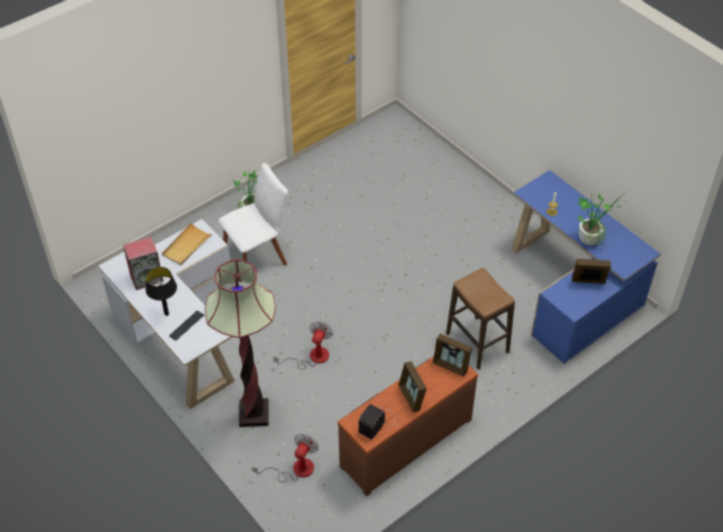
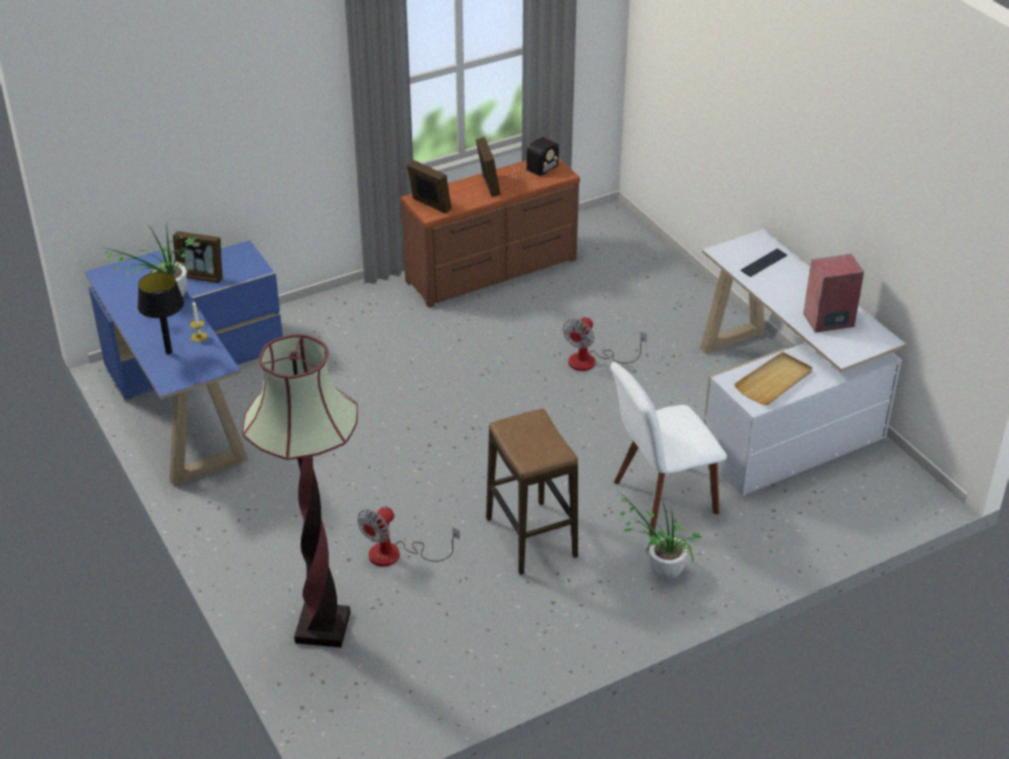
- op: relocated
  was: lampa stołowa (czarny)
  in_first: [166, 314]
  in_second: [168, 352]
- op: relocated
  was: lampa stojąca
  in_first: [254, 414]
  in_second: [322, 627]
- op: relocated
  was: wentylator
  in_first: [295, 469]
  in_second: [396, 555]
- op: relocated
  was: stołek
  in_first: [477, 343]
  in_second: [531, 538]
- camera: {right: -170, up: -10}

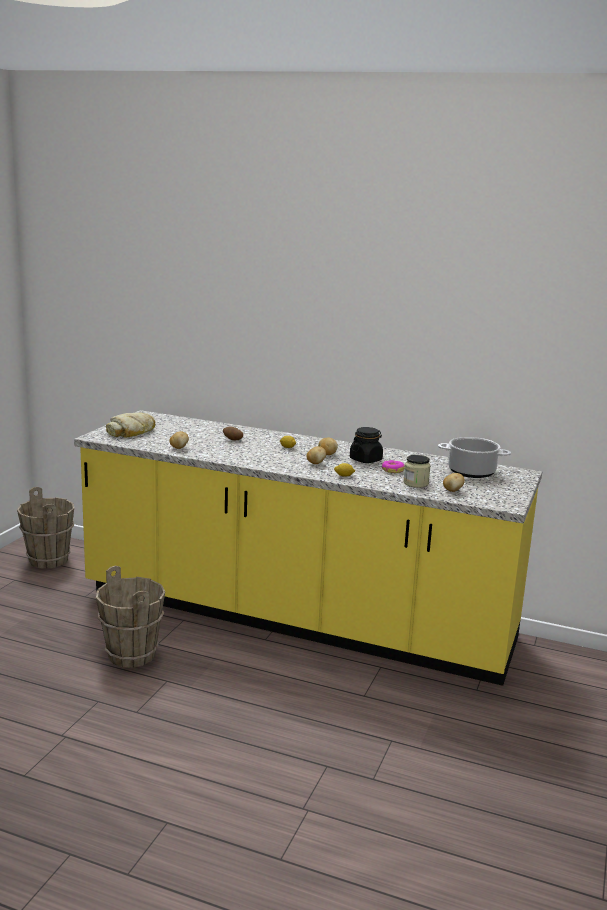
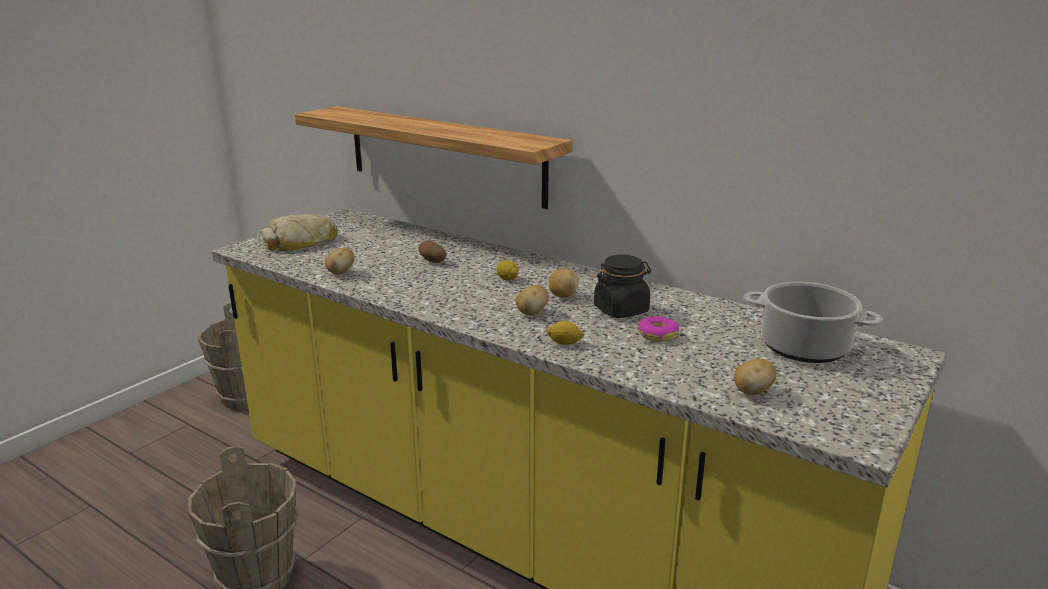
- op: missing
  was: słoik
  in_first: [416, 483]
- op: appeared
  now: półka
  in_second: [444, 155]
- camera: {right: 15, up: 5}

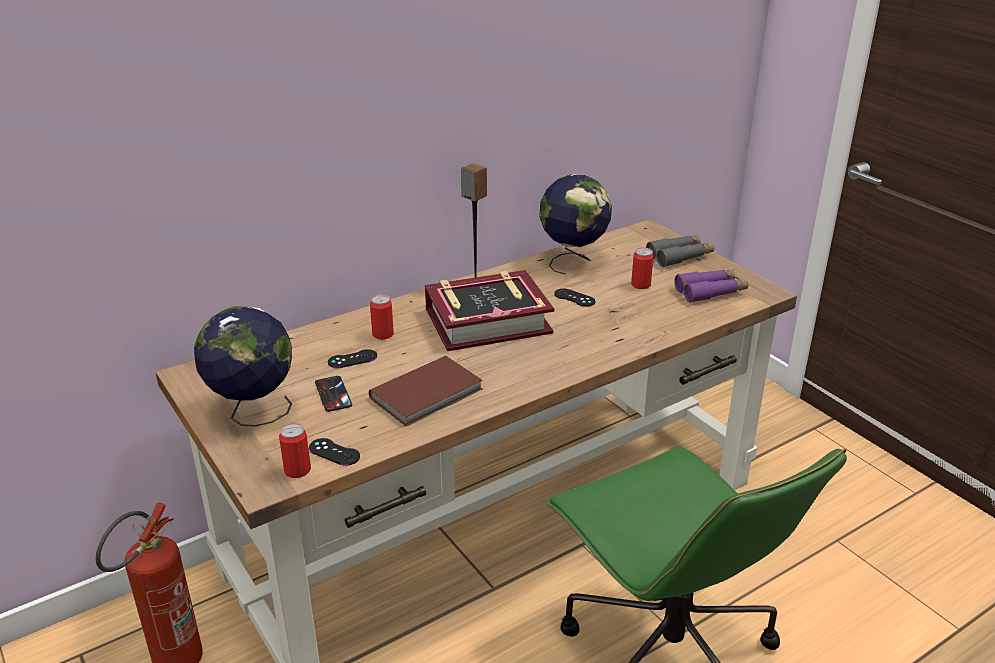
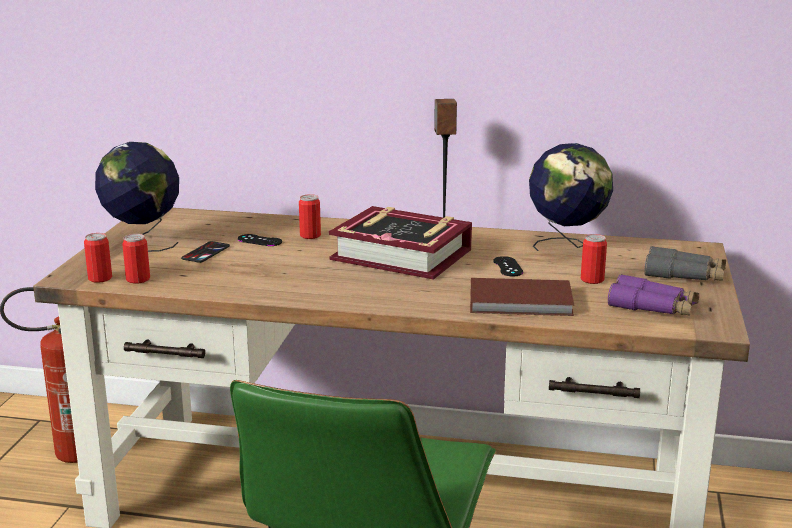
- op: exchanged
  was: pad do gier (czarny)
  now: puszka
  in_first: [334, 452]
  in_second: [138, 279]
- op: relocated
  was: książka (brązowy)
  in_first: [429, 394]
  in_second: [522, 302]
- camera: {right: 45, up: -10}

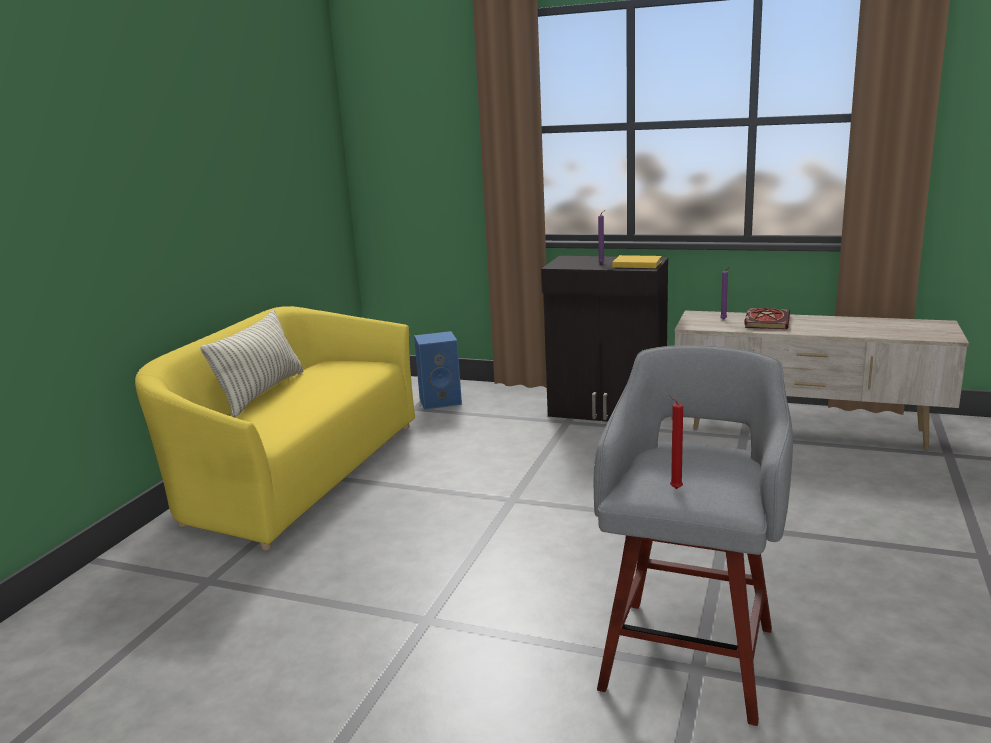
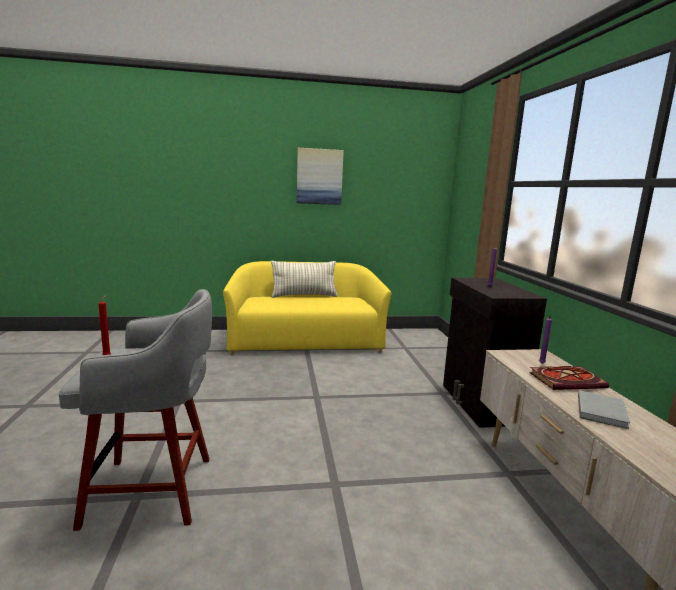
- op: missing
  was: głośnik (niebieski)
  in_first: [441, 401]
- op: missing
  was: książka (żółty)
  in_first: [636, 264]
- op: appeared
  now: obraz
  in_second: [319, 176]
- op: appeared
  now: książka (szary)
  in_second: [602, 411]
- camera: {right: 60, up: -5}

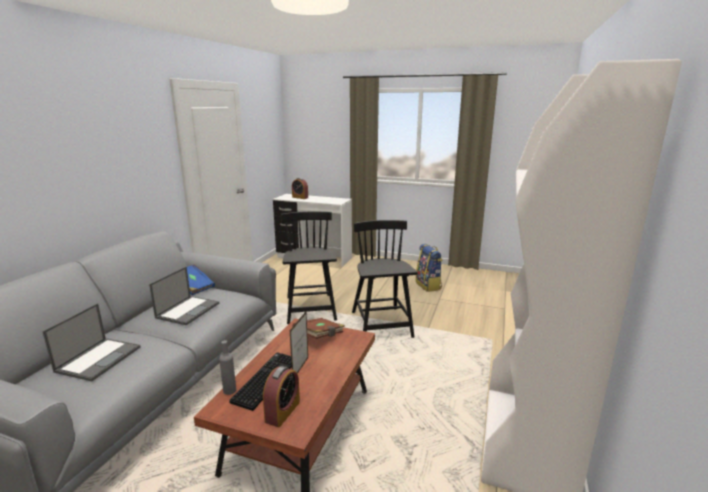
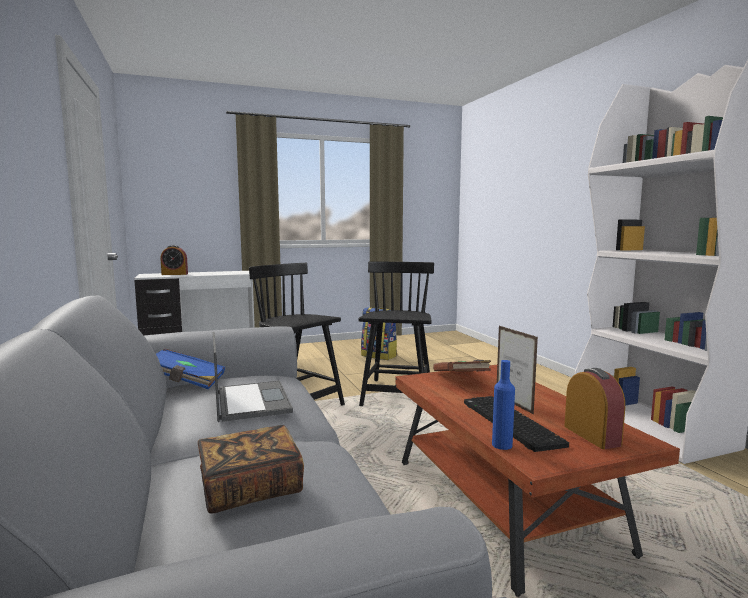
- op: exchanged
  was: laptop
  now: książka
  in_first: [99, 358]
  in_second: [250, 488]
- op: colour
  was: butelka (szary)
  now: butelka (niebieski)
  in_first: [229, 390]
  in_second: [502, 445]
- op: spun
  was: krzesło (czarny)
  in_first: [381, 325]
  in_second: [398, 395]
  clockwise: 60
- camera: {right: -40, up: -10}

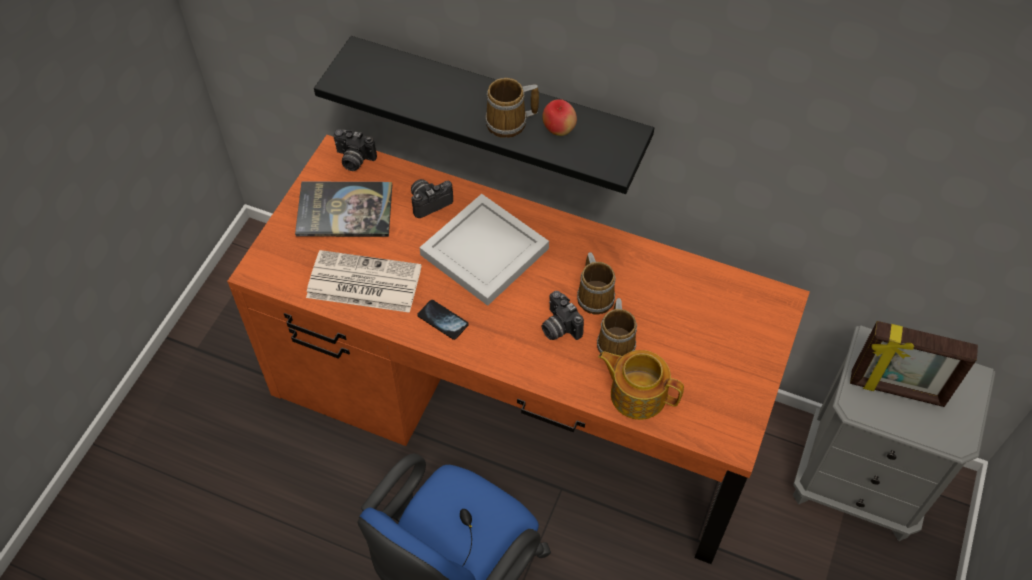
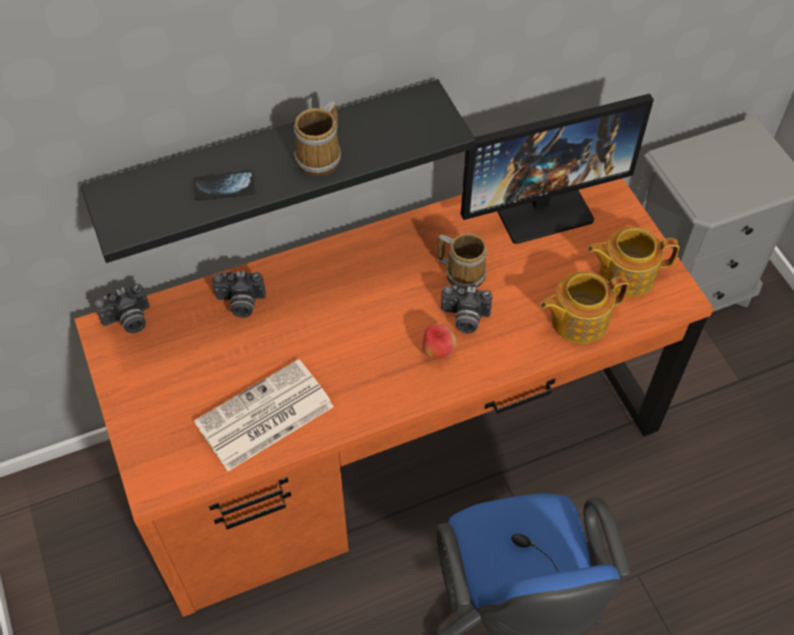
- op: missing
  was: książka
  in_first: [344, 210]
- op: spun
  was: aparat fotograficzny
  in_first: [429, 201]
  in_second: [240, 304]
  clockwise: -105
- op: relocated
  was: telefon
  in_first: [443, 320]
  in_second: [224, 187]
- op: missing
  was: taca (biały)
  in_first: [486, 251]
- op: relocated
  was: jabłko
  in_first: [559, 130]
  in_second: [437, 352]
- op: missing
  was: kubek
  in_first: [617, 343]
- op: missing
  was: ramka na zdjęcie
  in_first: [896, 390]
- op: appeared
  now: monitor
  in_second: [540, 205]
- op: appeared
  now: imbryk
  in_second: [625, 274]
- camera: {right: -45, up: 0}

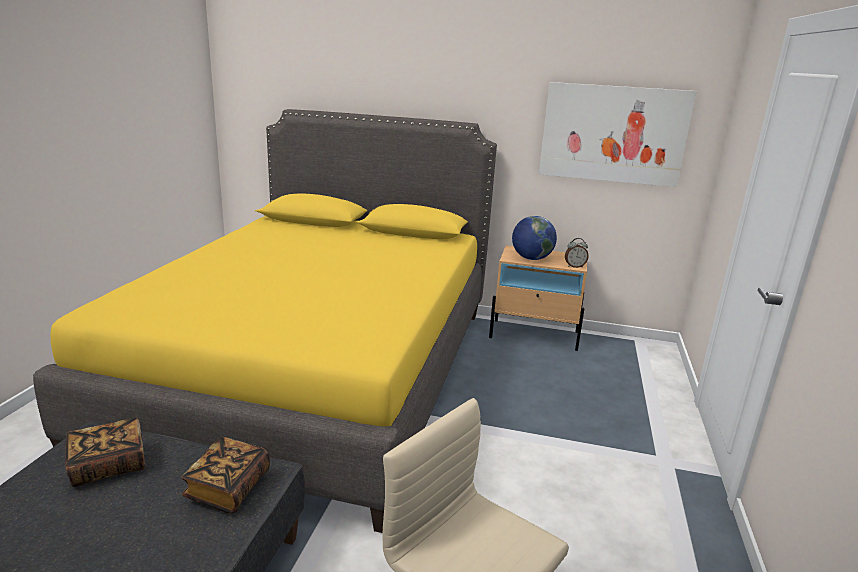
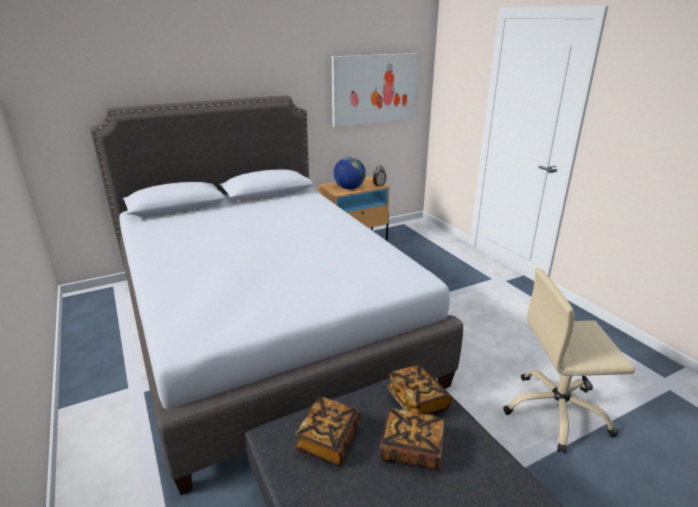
- op: colour
  was: łóżko (żółty)
  now: łóżko (szary)
  in_first: [317, 371]
  in_second: [264, 325]
- op: appeared
  now: książka
  in_second: [411, 449]
- camera: {right: -40, up: 5}

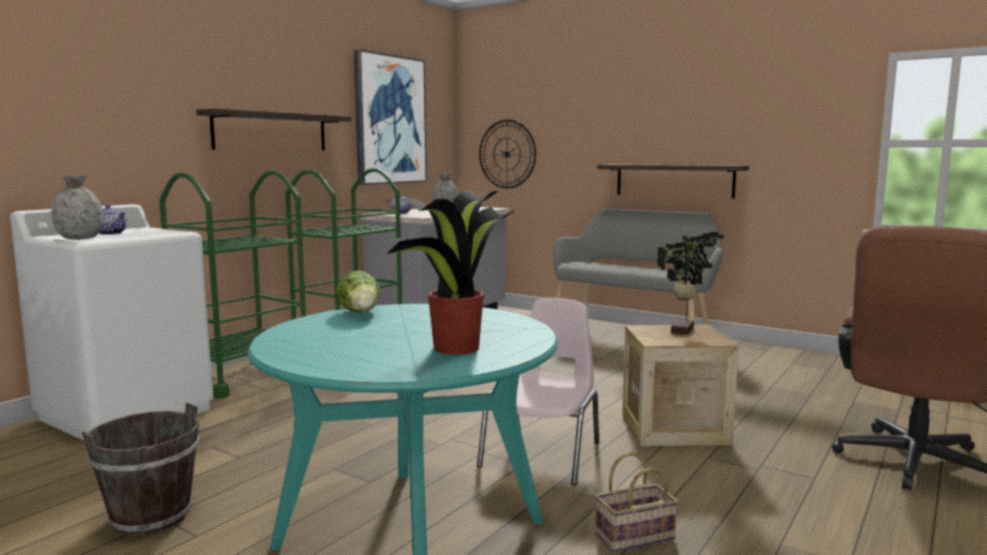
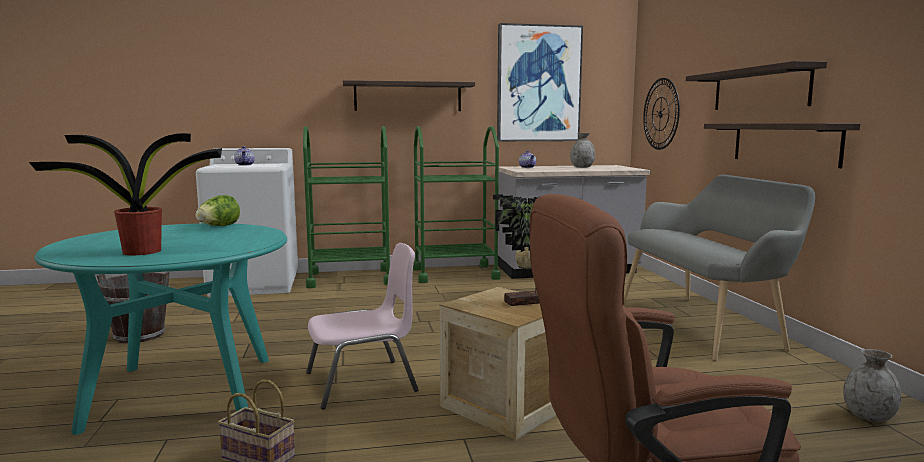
- op: relocated
  was: wazon (szary)
  in_first: [80, 239]
  in_second: [869, 416]
- op: appeared
  now: półka
  in_second: [759, 89]
- camera: {right: 45, up: 0}

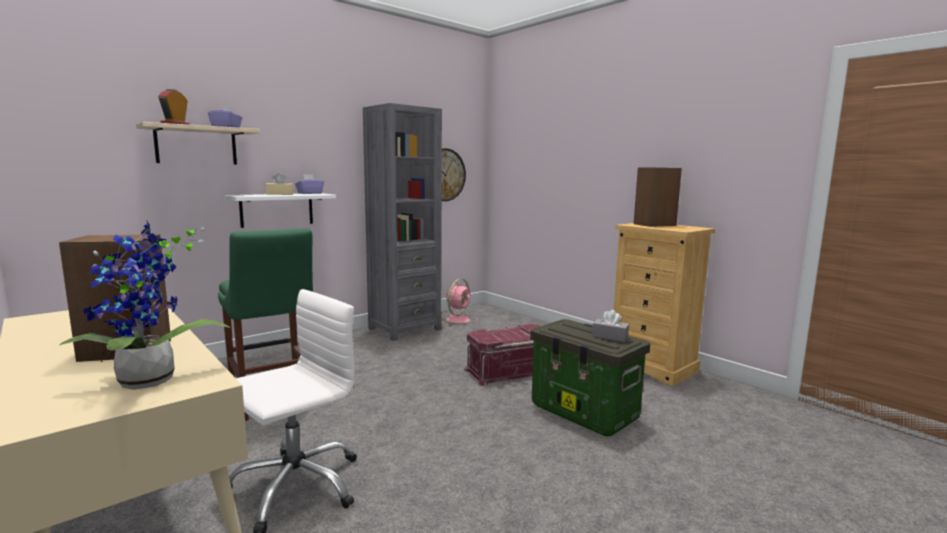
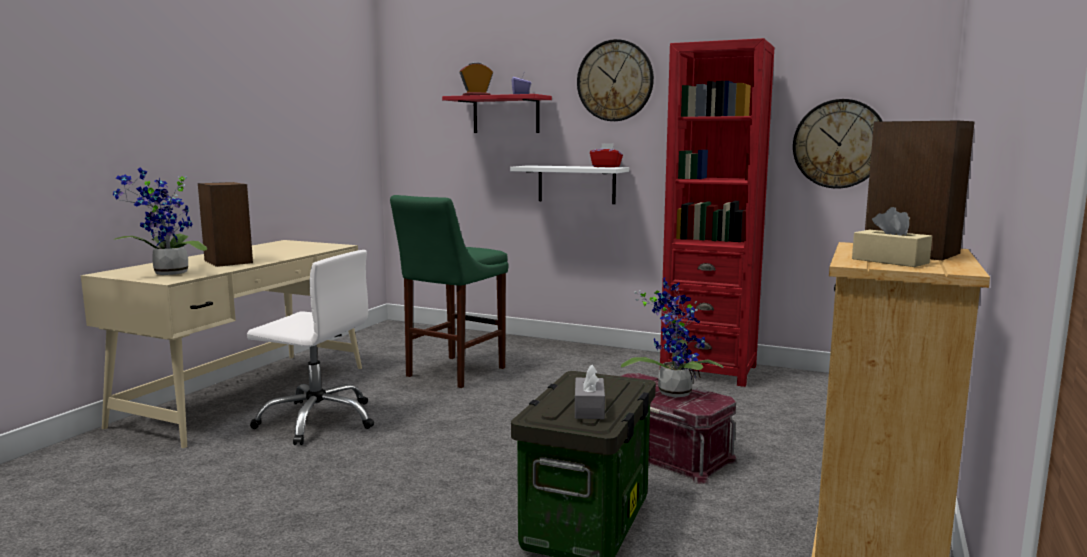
- op: colour
  was: półka (beżowy)
  now: półka (czerwony)
  in_first: [196, 145]
  in_second: [506, 115]
- op: relocated
  was: pudełko chusteczek (beżowy)
  in_first: [280, 194]
  in_second: [890, 261]
- op: colour
  was: pudełko chusteczek (fioletowy)
  now: pudełko chusteczek (czerwony)
  in_first: [309, 193]
  in_second: [606, 166]
- op: colour
  was: regał (szary)
  now: regał (czerwony)
  in_first: [404, 329]
  in_second: [708, 370]
- op: missing
  was: wentylator (różowy)
  in_first: [459, 319]
- op: appeared
  now: zegar ścienny
  in_second: [615, 81]
- op: appeared
  now: roślina doniczkowa
  in_second: [673, 391]
- camera: {right: 65, up: 0}

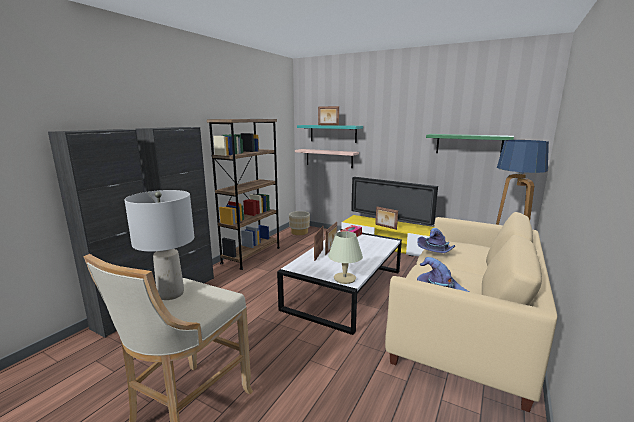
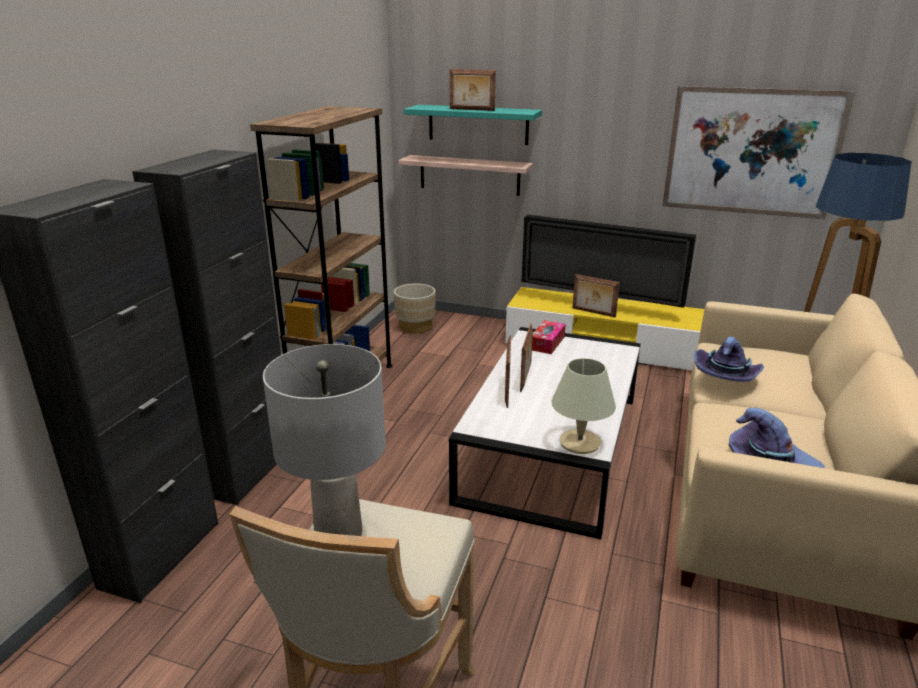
- op: exchanged
  was: półka (zielony)
  now: obraz
  in_first: [468, 144]
  in_second: [751, 152]
- camera: {right: -10, up: 10}

